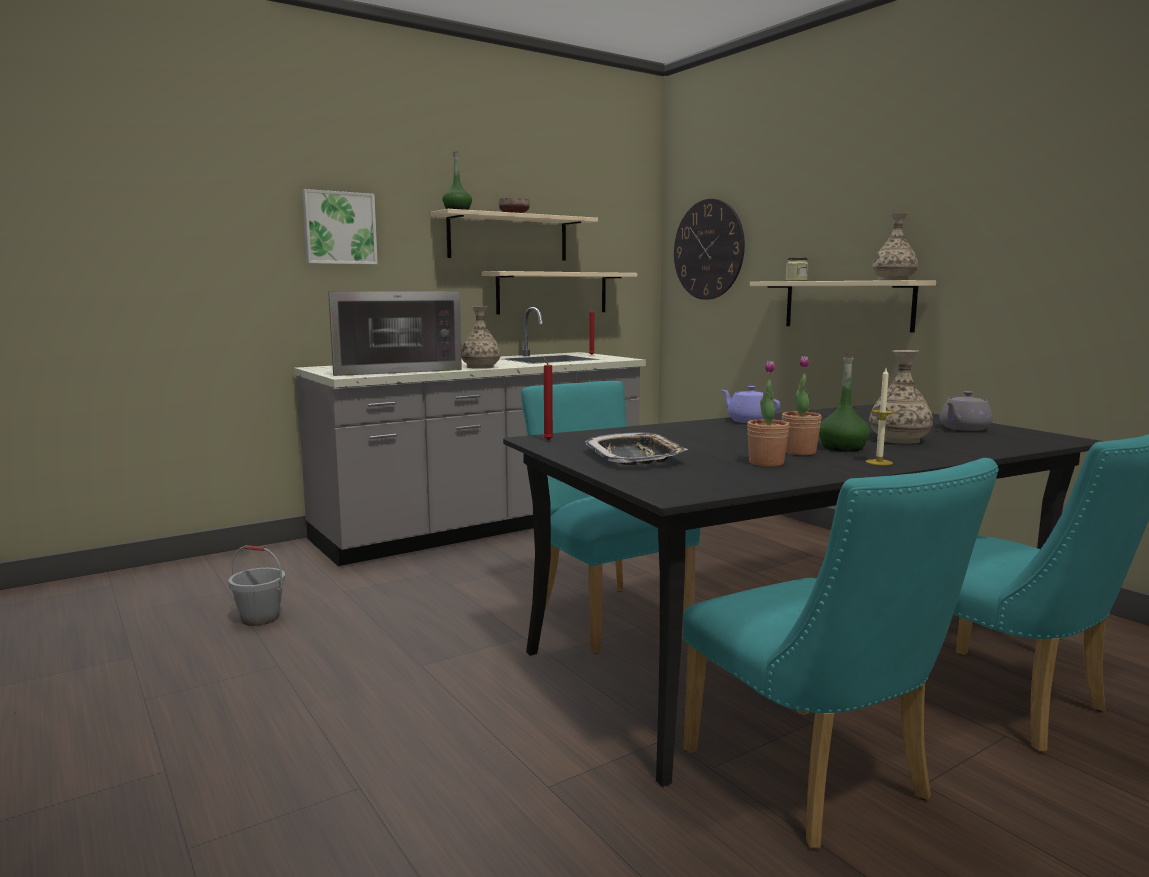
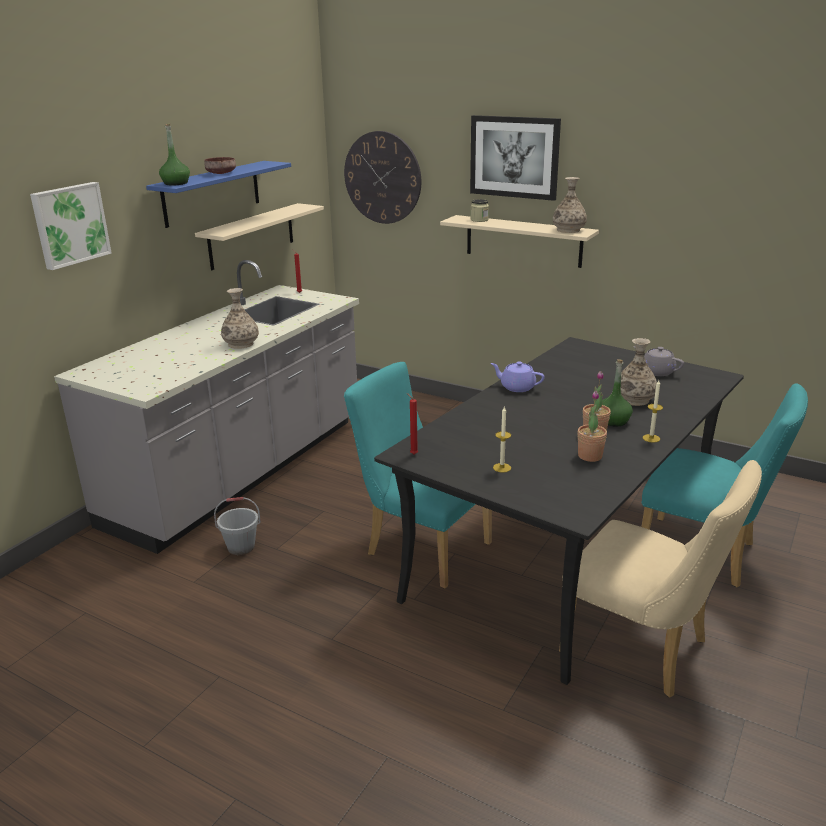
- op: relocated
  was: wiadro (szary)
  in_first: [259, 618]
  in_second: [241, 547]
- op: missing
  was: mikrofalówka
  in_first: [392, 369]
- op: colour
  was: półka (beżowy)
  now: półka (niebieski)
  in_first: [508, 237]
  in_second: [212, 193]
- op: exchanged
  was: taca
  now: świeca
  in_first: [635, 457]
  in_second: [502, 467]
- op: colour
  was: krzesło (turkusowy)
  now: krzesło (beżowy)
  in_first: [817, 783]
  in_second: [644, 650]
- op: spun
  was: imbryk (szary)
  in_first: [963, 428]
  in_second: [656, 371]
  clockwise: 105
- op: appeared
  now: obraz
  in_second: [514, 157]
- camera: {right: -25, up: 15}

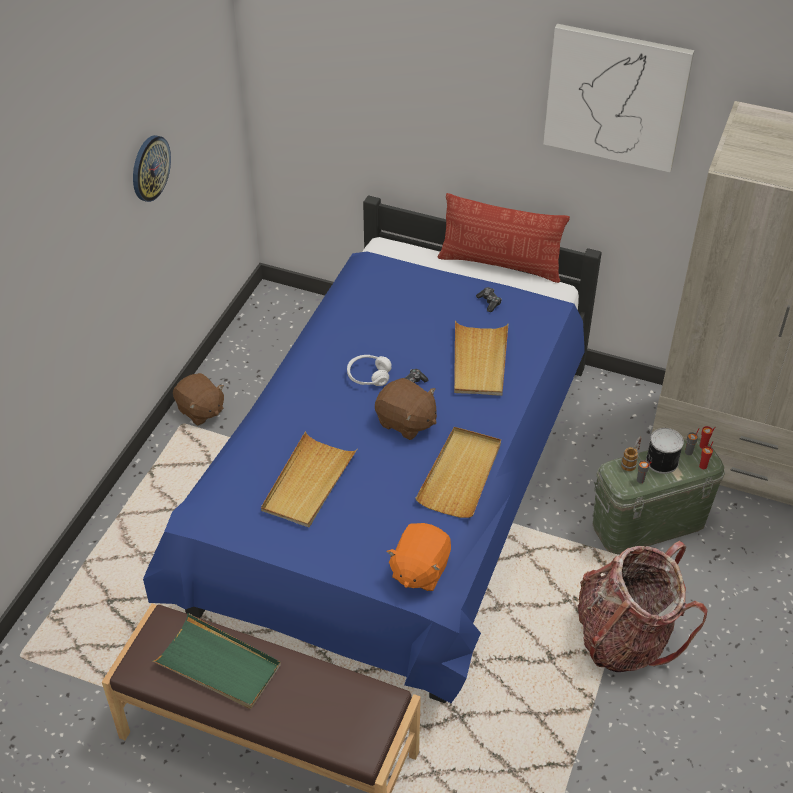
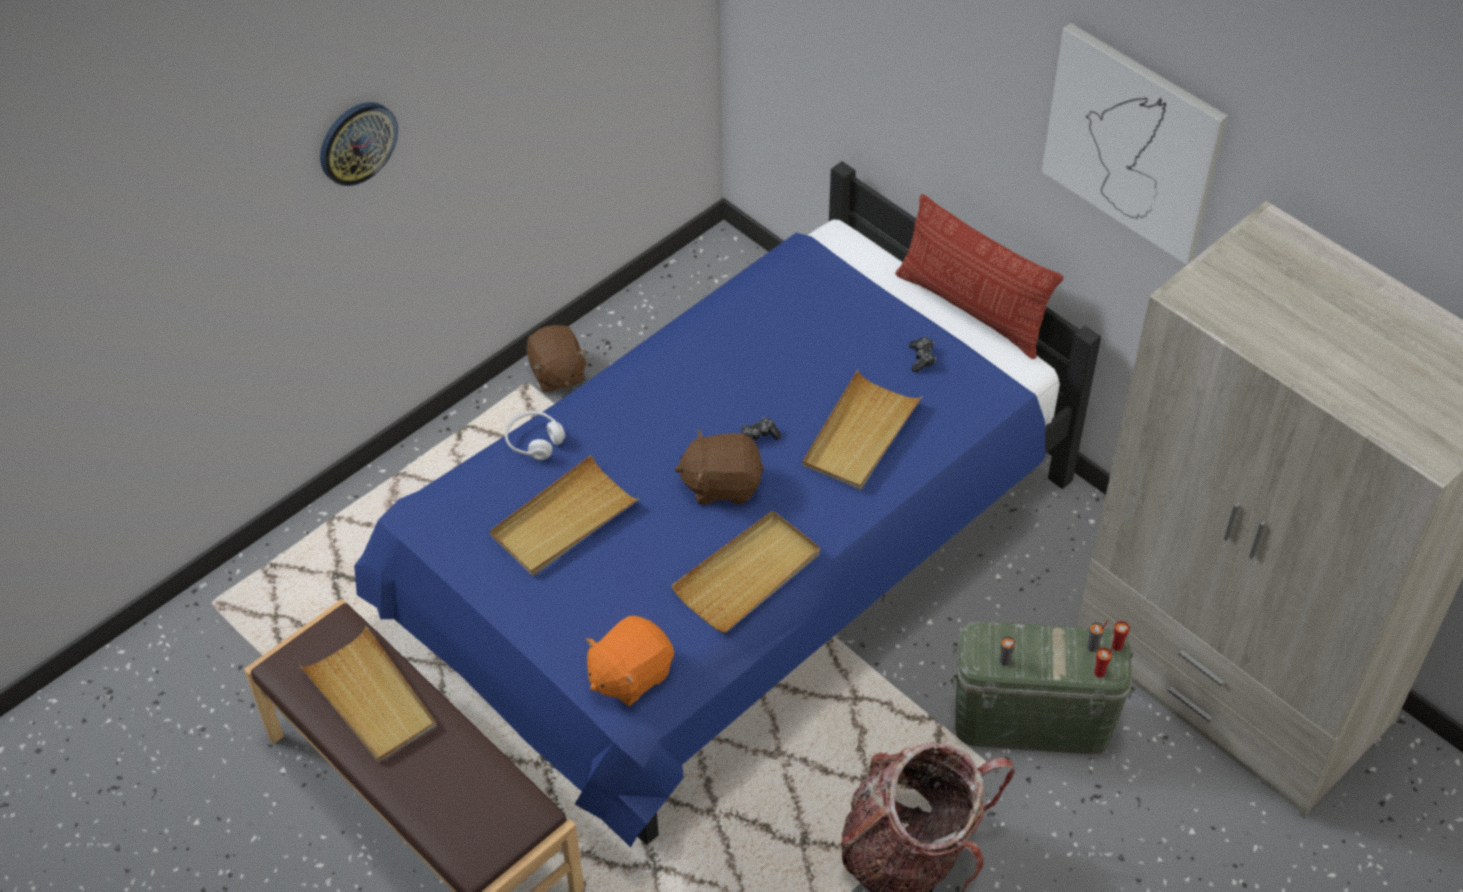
- op: relocated
  was: zegar ścienny
  in_first: [150, 168]
  in_second: [357, 142]
- op: colour
  was: taca (zielony)
  now: taca (beżowy)
  in_first: [218, 665]
  in_second: [371, 699]
- op: relocated
  was: słuchawki (biały)
  in_first: [369, 376]
  in_second: [534, 441]
- op: spun
  was: pluszak (brązowy)
  in_first: [406, 422]
  in_second: [722, 484]
  clockwise: 120
- op: missing
  was: kubek
  in_first: [631, 461]
- op: missing
  was: puszka
  in_first: [661, 461]
- camera: {right: 25, up: 5}

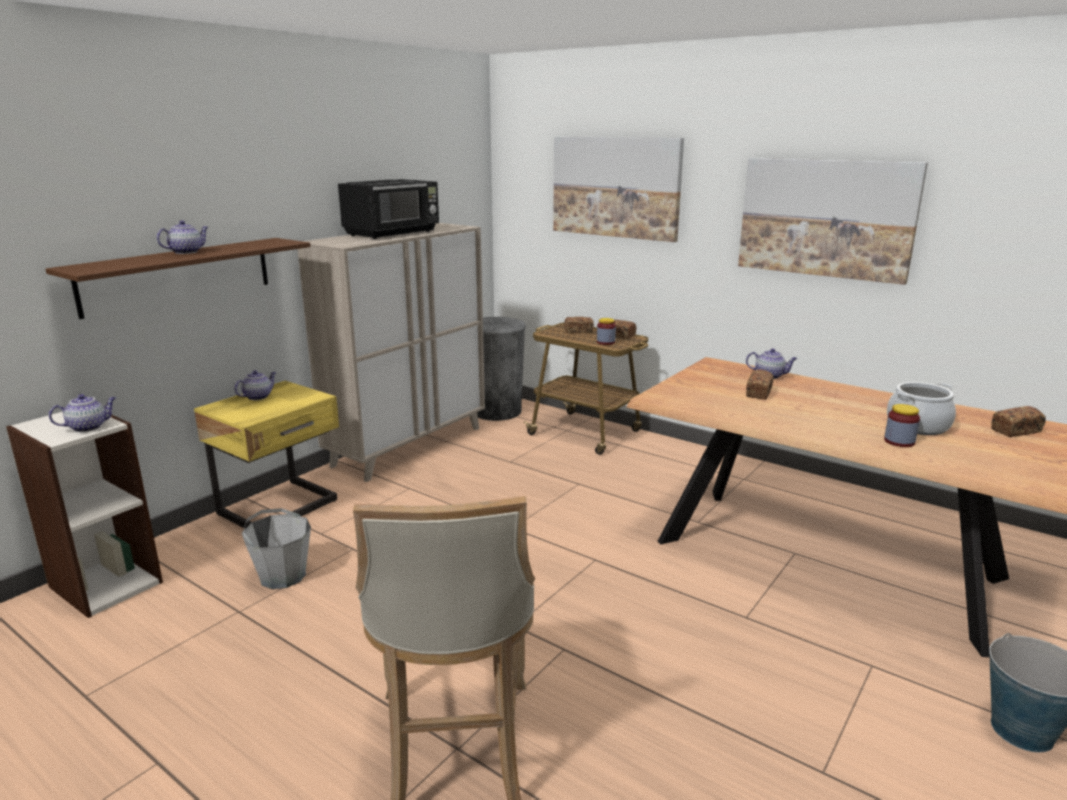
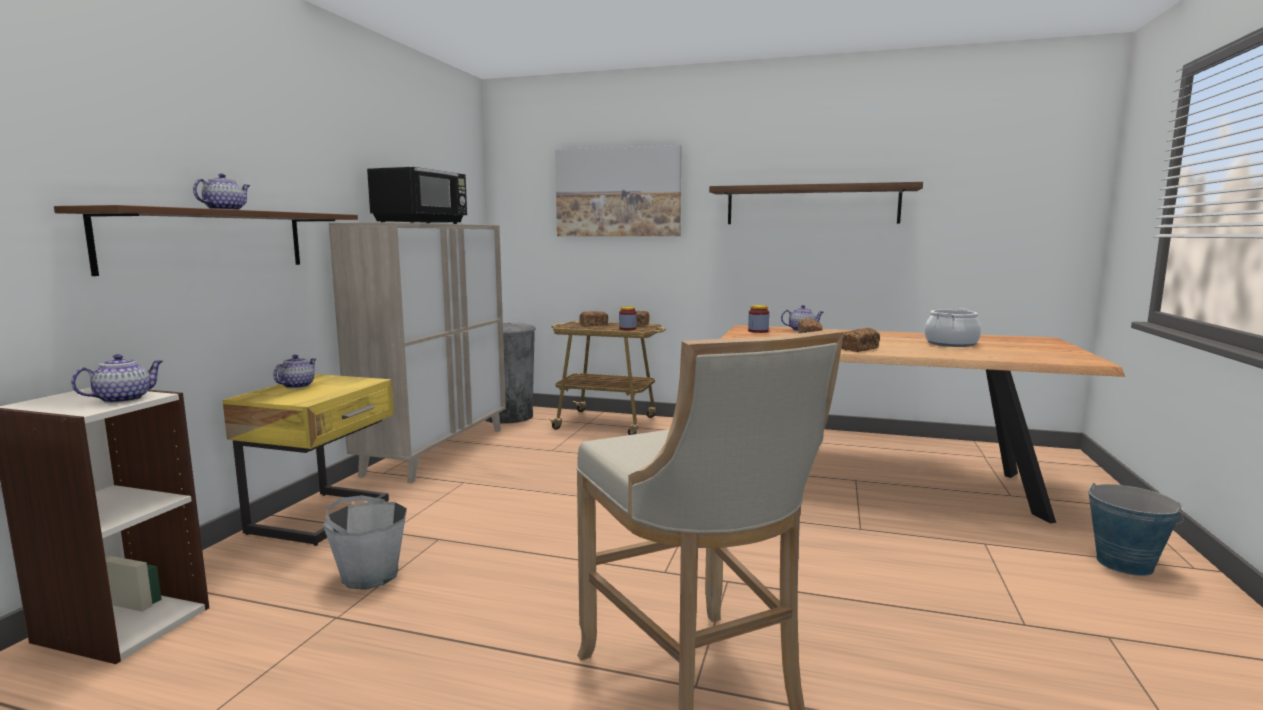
- op: exchanged
  was: obraz
  now: półka
  in_first: [826, 218]
  in_second: [811, 205]
- op: relocated
  was: słoik
  in_first: [899, 441]
  in_second: [758, 331]
- op: relocated
  was: chleb
  in_first: [1016, 431]
  in_second: [859, 349]
- camera: {right: -20, up: -10}

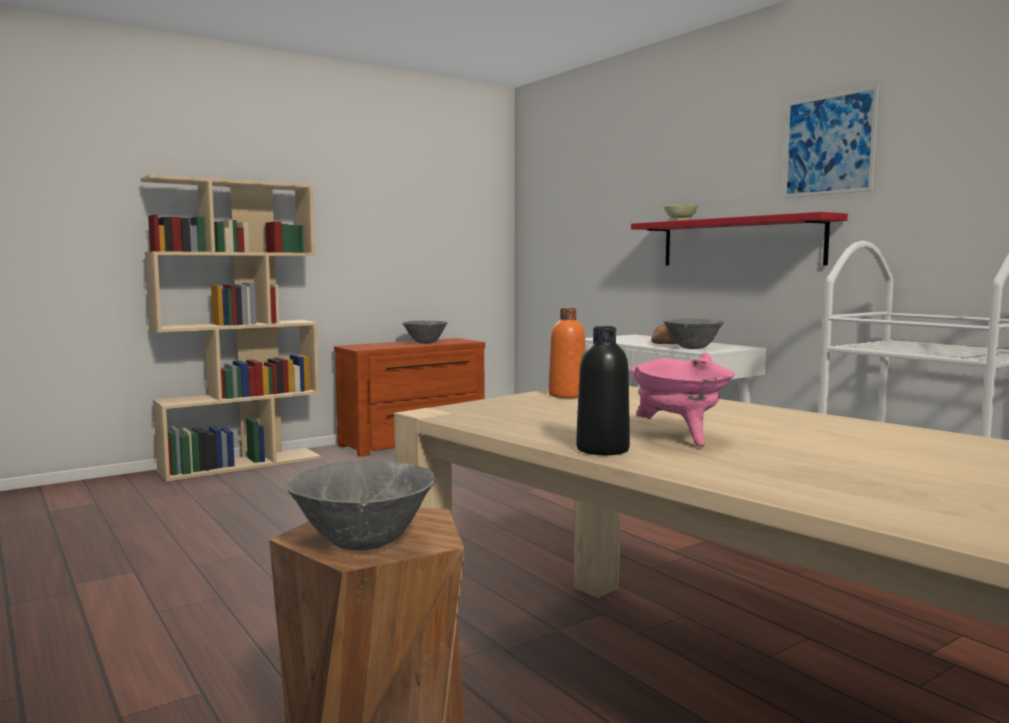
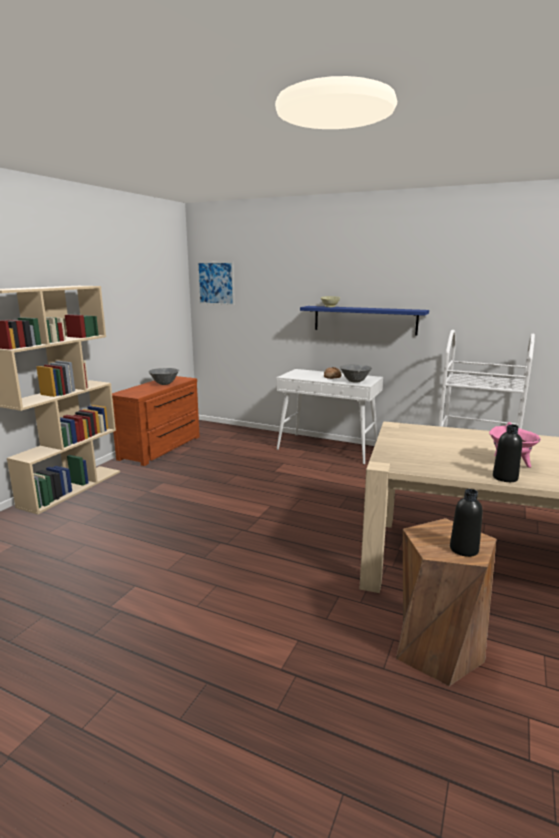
- op: exchanged
  was: miska (szary)
  now: butelka (czarny)
  in_first: [365, 545]
  in_second: [464, 549]
- op: missing
  was: butelka (pomarańczowy)
  in_first: [567, 395]
- op: colour
  was: półka (czerwony)
  now: półka (niebieski)
  in_first: [739, 242]
  in_second: [364, 320]
- op: relocated
  was: obraz
  in_first: [829, 145]
  in_second: [216, 283]
- camera: {right: -30, up: 10}

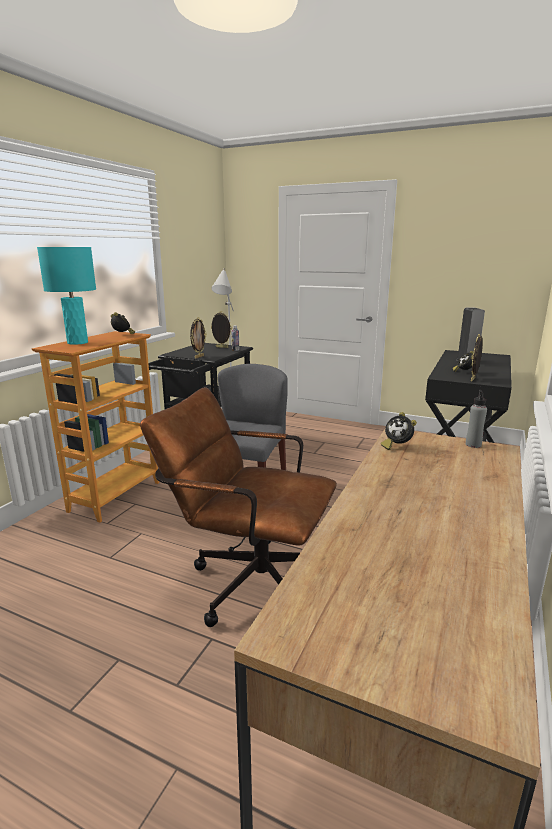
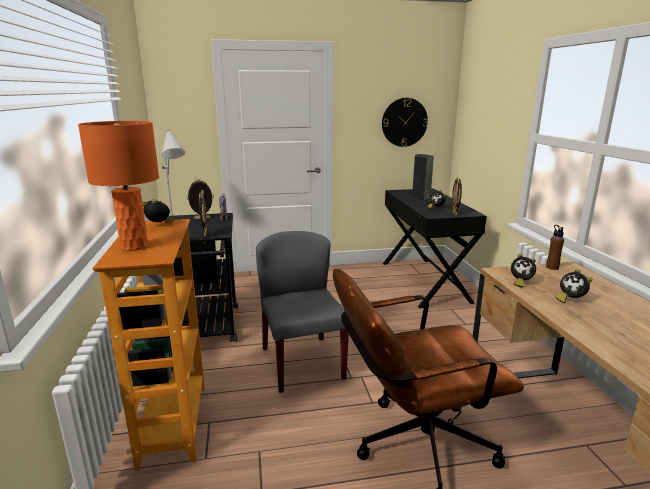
- op: colour
  was: lampa stołowa (turkusowy)
  now: lampa stołowa (pomarańczowy)
  in_first: [77, 342]
  in_second: [134, 247]
- op: colour
  was: butelka (szary)
  now: butelka (brązowy)
  in_first: [473, 444]
  in_second: [552, 267]
- op: appeared
  now: zegar ścienny
  in_second: [404, 122]
- op: appeared
  now: budzik
  in_second: [570, 300]
- camera: {right: -35, up: 0}

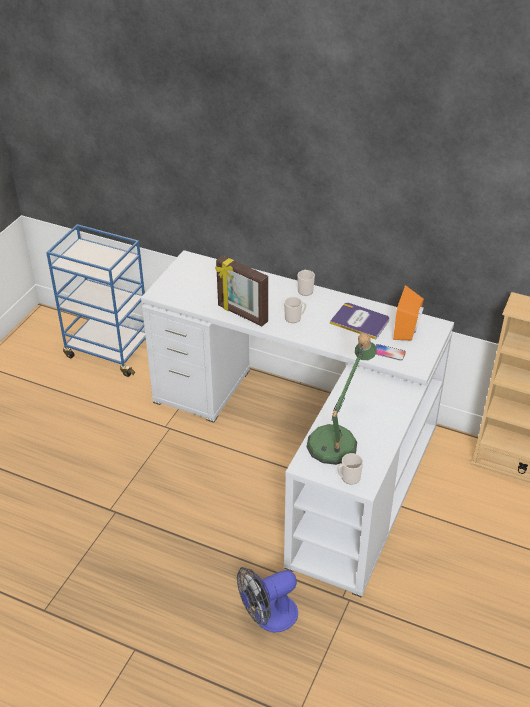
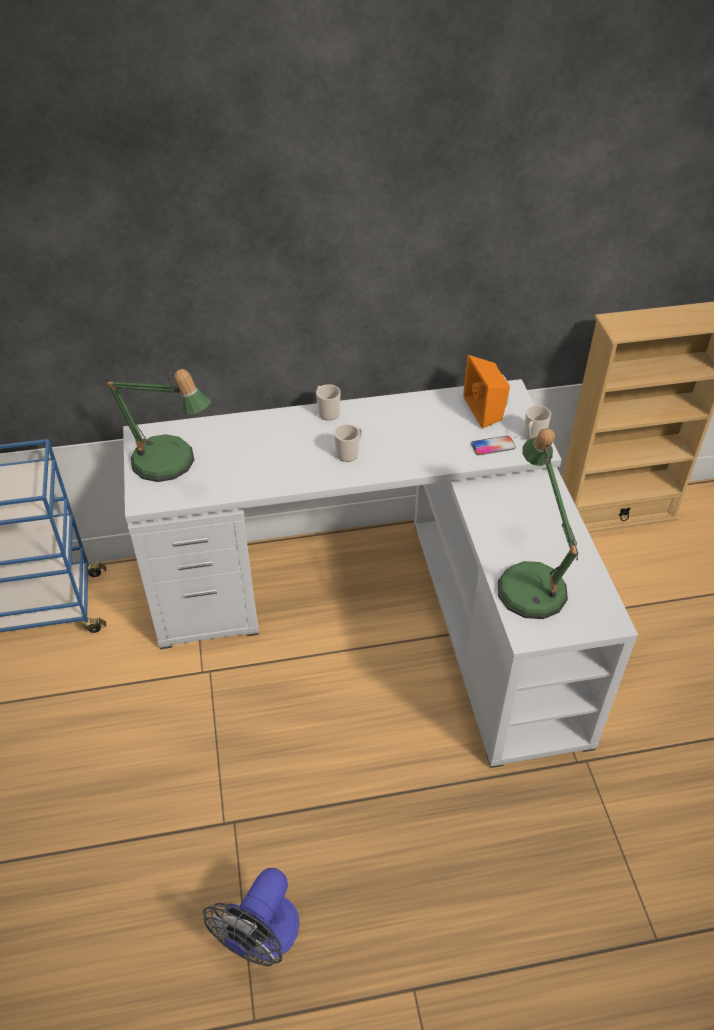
- op: missing
  was: ramka na zdjęcie
  in_first: [242, 314]
- op: relocated
  was: wentylator
  in_first: [268, 617]
  in_second: [261, 938]
- op: missing
  was: książka
  in_first: [360, 321]
- op: relocated
  was: kubek
  in_first: [348, 478]
  in_second: [533, 436]
- op: appeared
  now: lampa stołowa
  in_second: [170, 465]
- camera: {right: -35, up: 5}

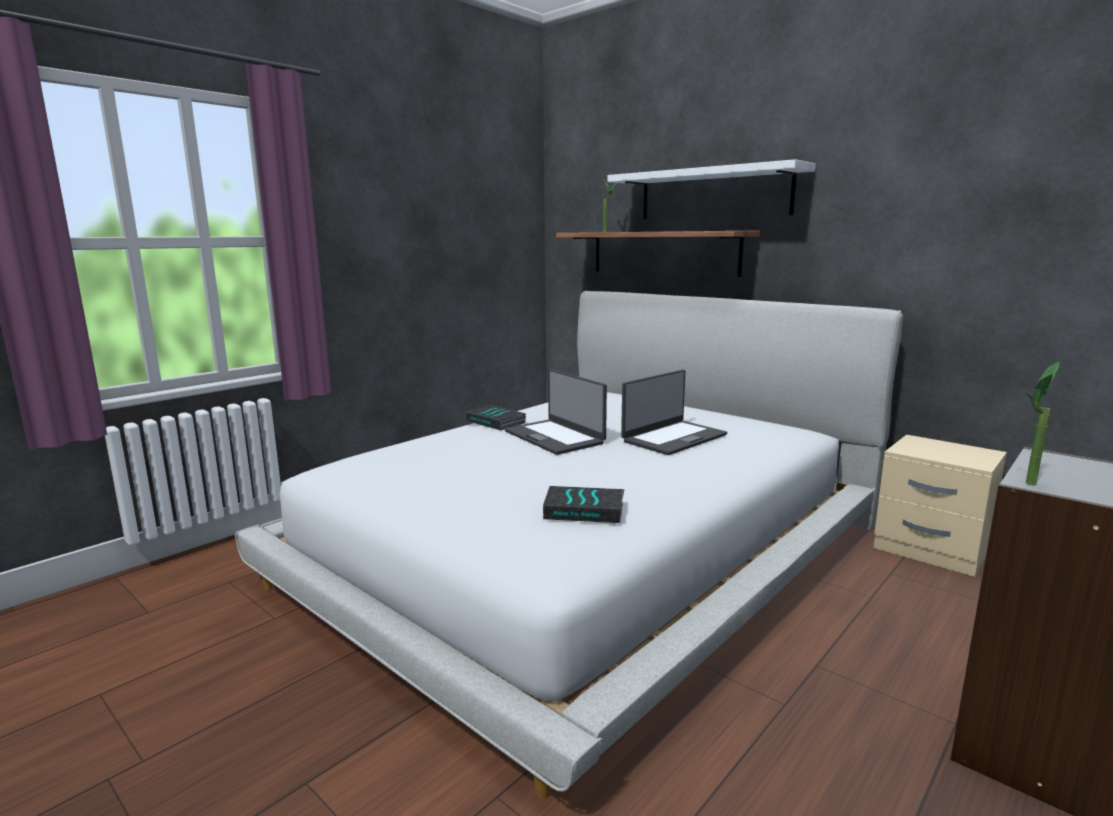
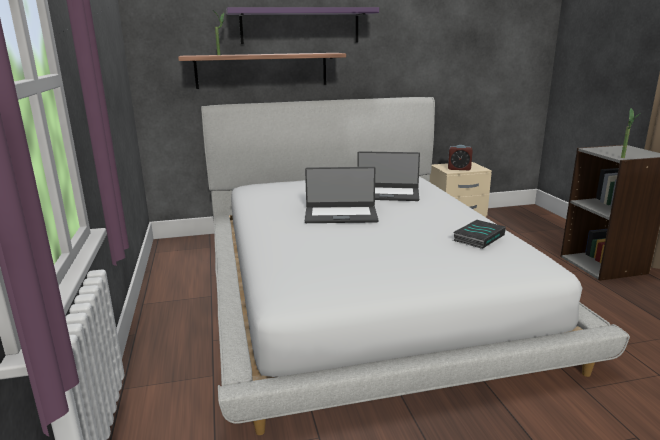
- op: missing
  was: książka
  in_first: [497, 422]
- op: colour
  was: półka (biały)
  now: półka (fioletowy)
  in_first: [713, 194]
  in_second: [300, 26]
- op: spun
  was: laptop
  in_first: [673, 438]
  in_second: [387, 194]
  clockwise: 105
- op: appeared
  now: budzik
  in_second: [459, 169]
- camera: {right: -55, up: 5}

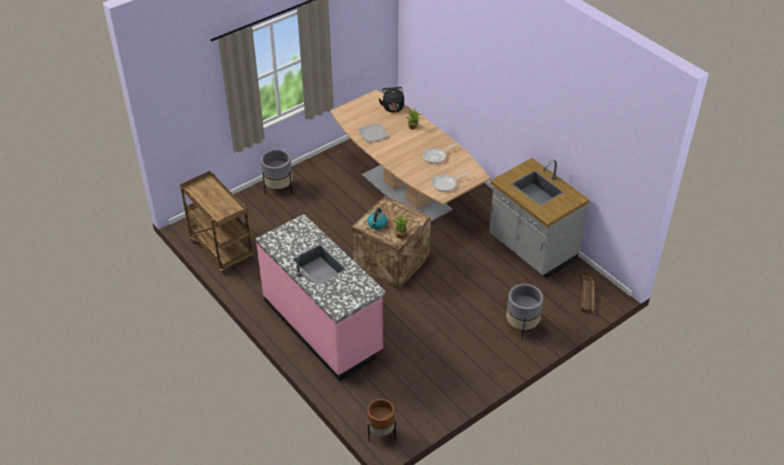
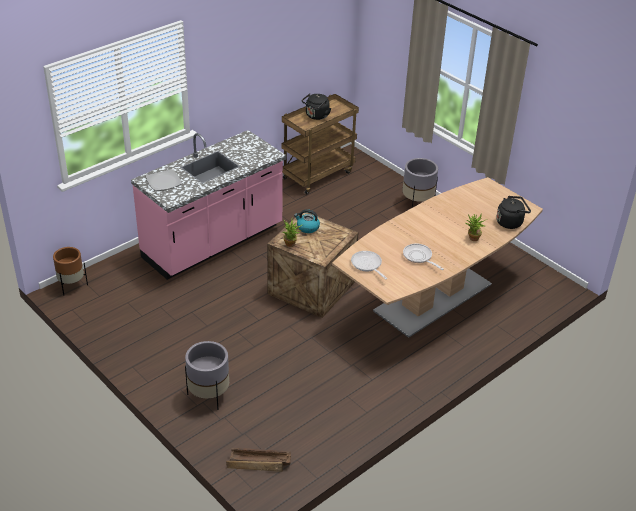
- op: relocated
  was: talerz
  in_first: [373, 134]
  in_second: [163, 182]
- op: missing
  was: zabudowa kuchenna (szary)
  in_first: [531, 250]
- op: appeared
  now: czajnik (czarny)
  in_second: [316, 116]
- camera: {right: 85, up: -5}

